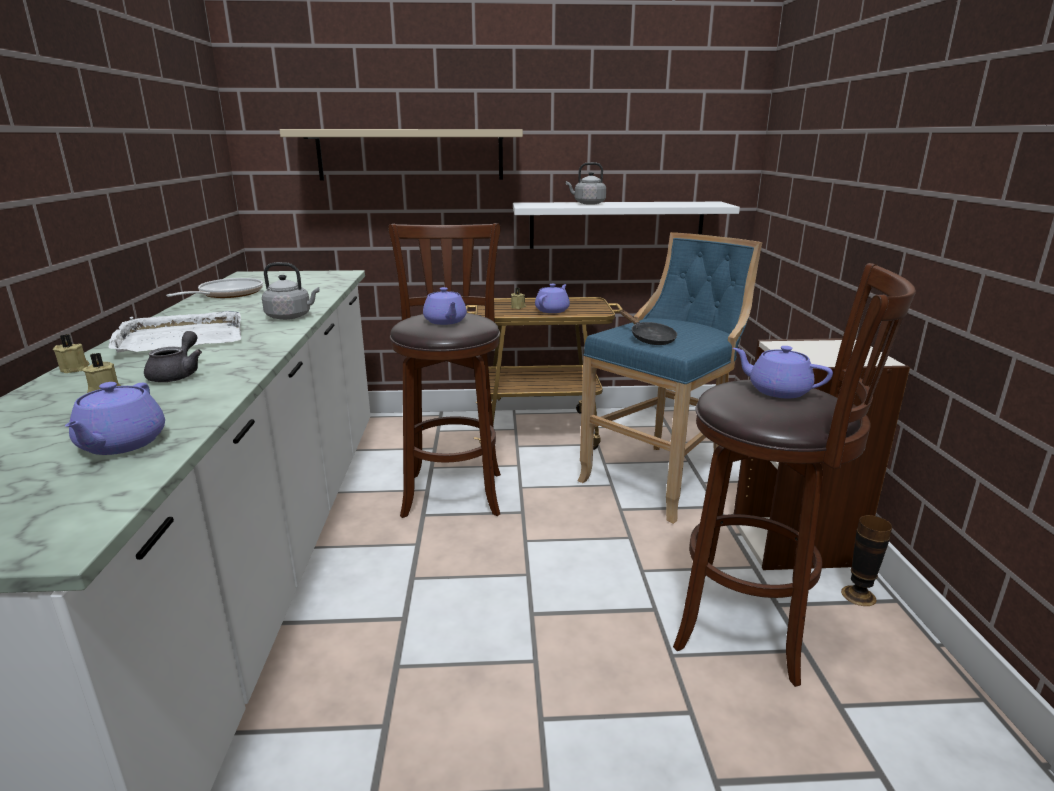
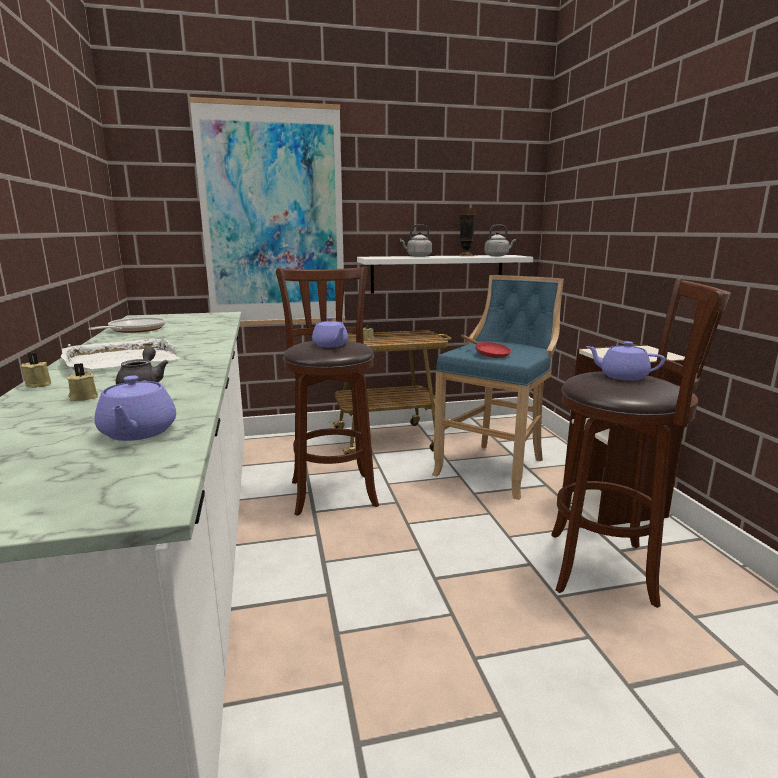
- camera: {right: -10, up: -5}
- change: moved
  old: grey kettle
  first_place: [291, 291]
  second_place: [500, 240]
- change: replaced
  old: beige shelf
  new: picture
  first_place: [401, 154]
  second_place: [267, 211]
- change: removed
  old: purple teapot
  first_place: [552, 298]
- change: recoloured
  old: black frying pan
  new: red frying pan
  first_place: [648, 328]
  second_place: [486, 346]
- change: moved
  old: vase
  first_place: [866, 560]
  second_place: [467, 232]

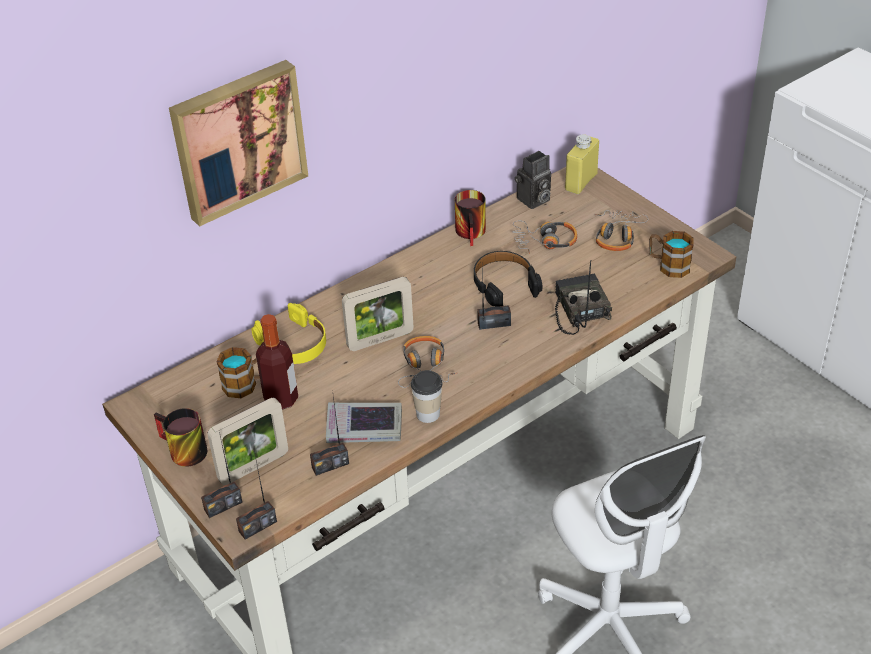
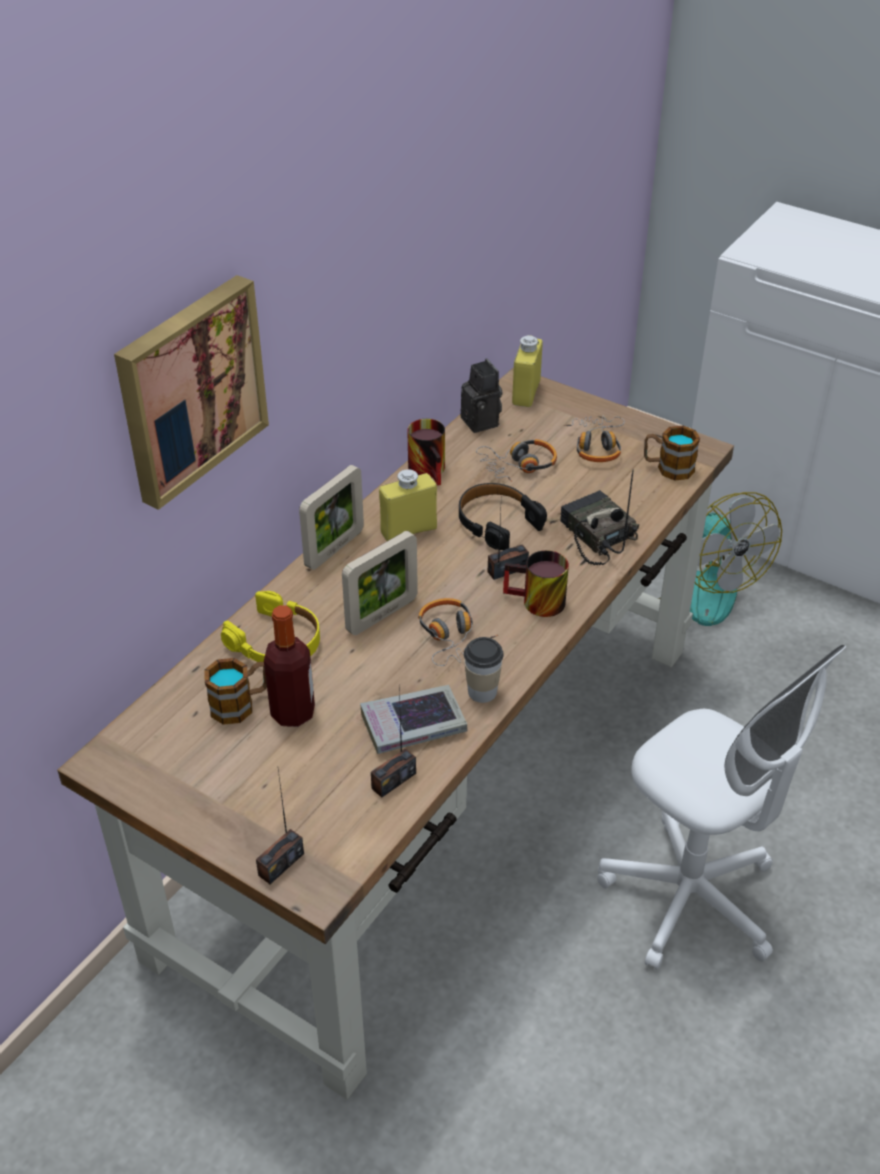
- camera: {right: -20, up: 0}
- change: moved
  old: mug
  first_place: [180, 437]
  second_place: [536, 583]
- change: moved
  old: picture frame
  first_place: [247, 441]
  second_place: [331, 517]
- change: removed
  old: radio
  first_place: [256, 495]
- change: turned
  old: photo camera
  first_place: [533, 180]
  second_place: [481, 395]
  degrees: -60
- change: added
  new: yellow bottle
  second_place: [408, 505]
- change: added
  new: fan
  second_place: [720, 559]

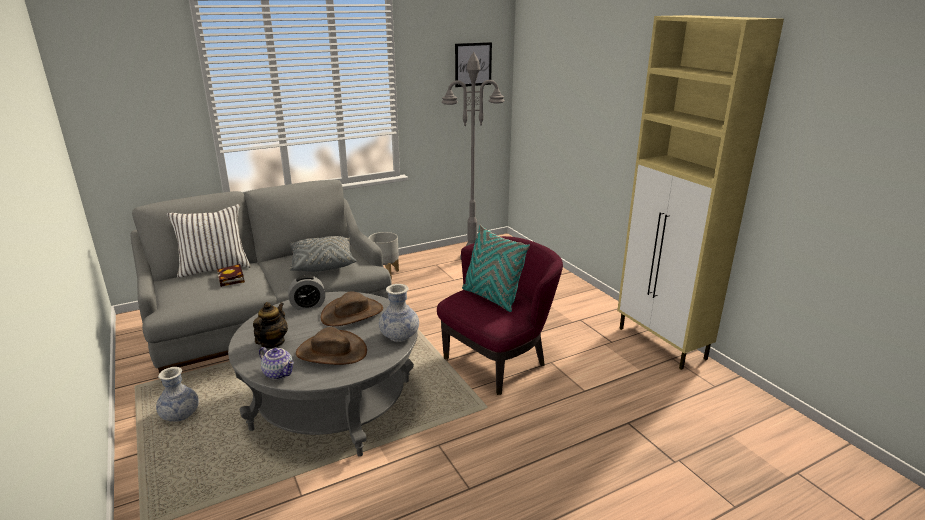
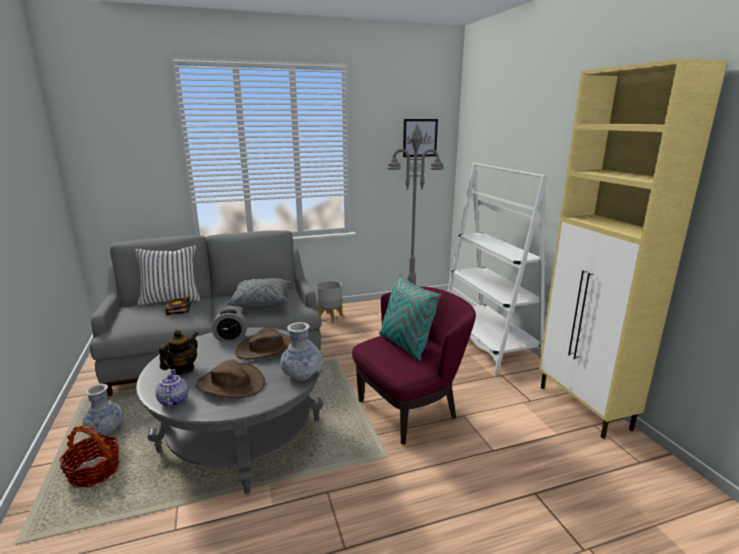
- camera: {right: 10, up: -5}
- change: turned
  old: teapot
  first_place: [276, 363]
  second_place: [171, 388]
  degrees: -150
- change: added
  new: basket
  second_place: [89, 456]
- change: added
  new: white bookcase
  second_place: [497, 268]

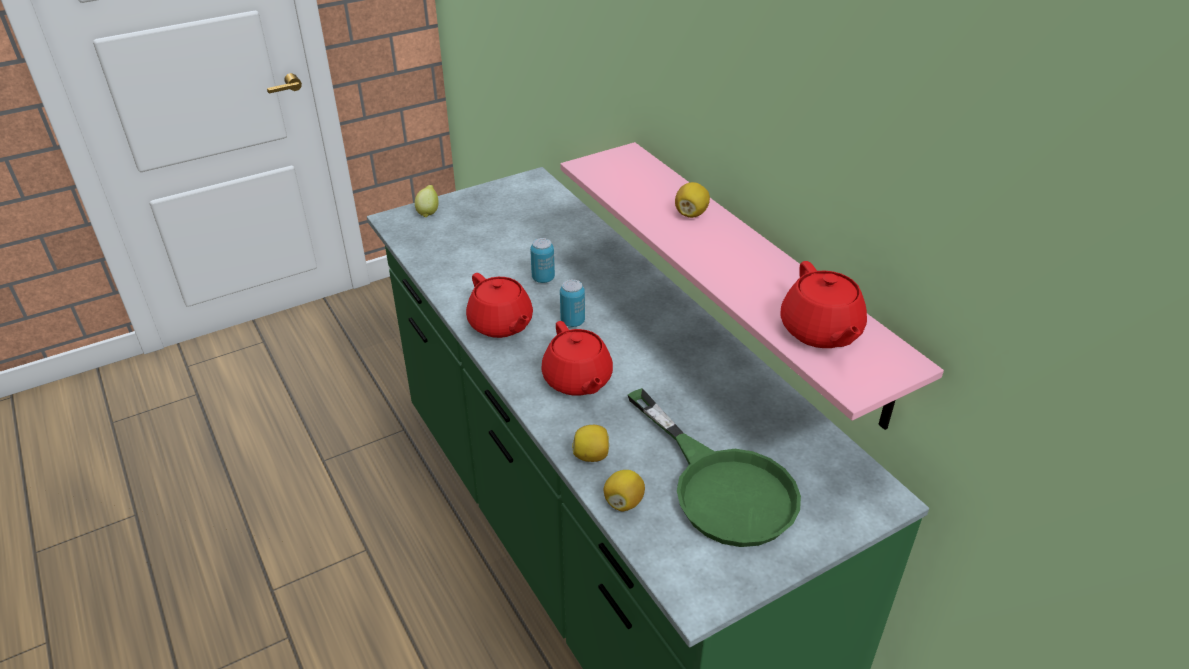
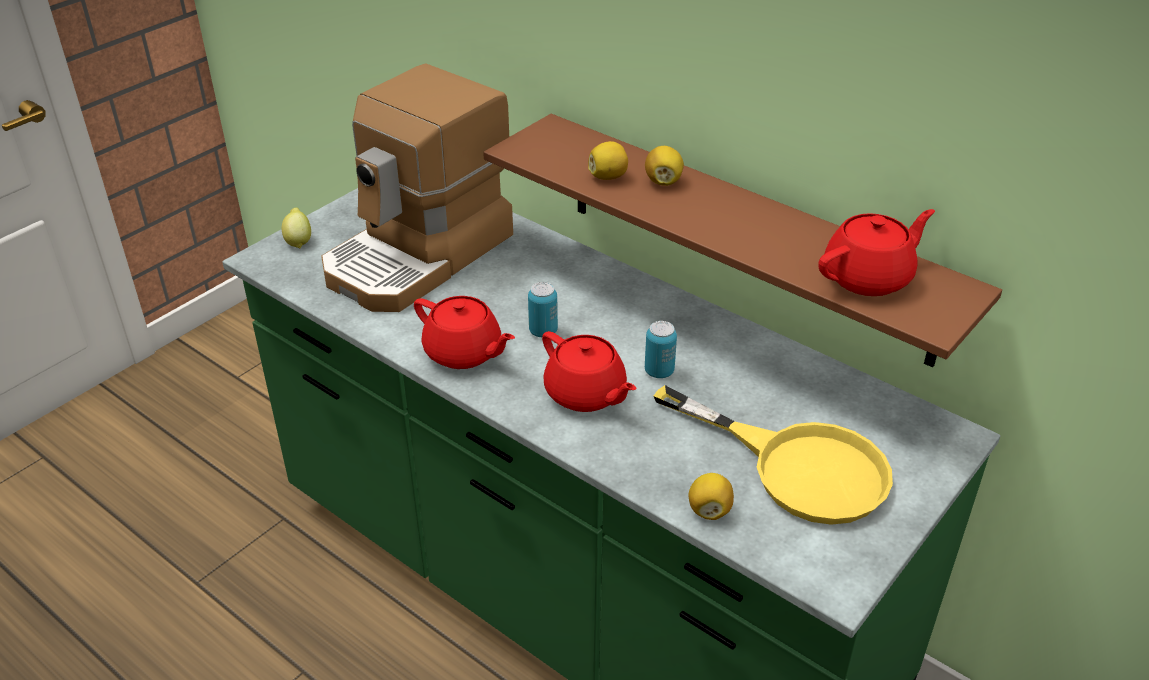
- camera: {right: -20, up: 0}
- change: moved
  old: can
  first_place: [542, 260]
  second_place: [661, 349]
- change: recoloured
  old: pink shelf
  new: brown shelf
  first_place: [752, 286]
  second_place: [742, 240]
- change: moved
  old: lemon
  first_place: [590, 443]
  second_place: [608, 160]
- change: recoloured
  old: green frying pan
  new: yellow frying pan
  first_place: [714, 467]
  second_place: [773, 455]
- change: turned
  old: red teapot
  first_place: [823, 304]
  second_place: [876, 252]
  degrees: -90
- change: added
  new: coffee machine
  second_place: [417, 188]

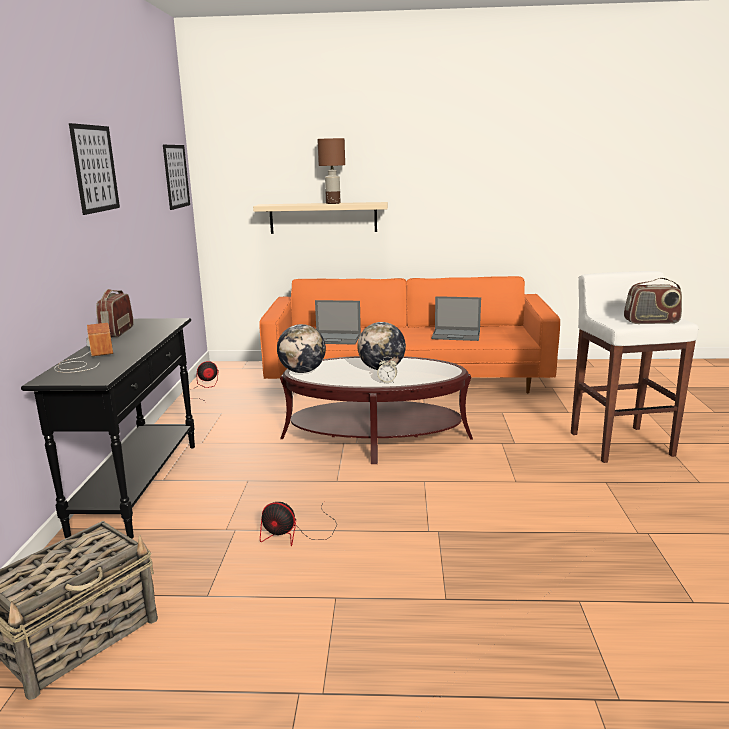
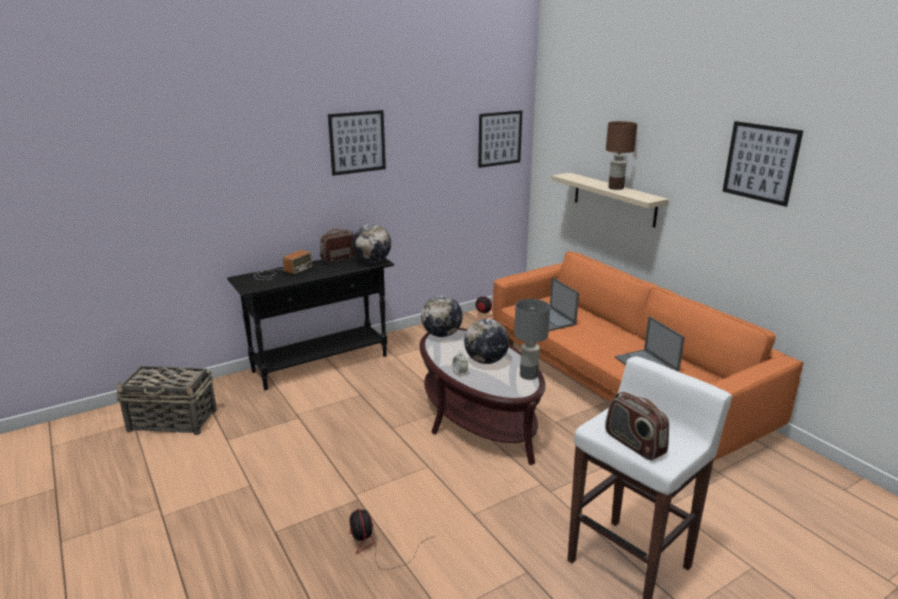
- camera: {right: 55, up: 5}
- change: moved
  old: fan
  first_place: [298, 524]
  second_place: [392, 539]
- change: added
  new: globe
  second_place: [372, 243]
- change: added
  new: grey table lamp
  second_place: [532, 339]
- change: added
  new: picture
  second_place: [762, 164]

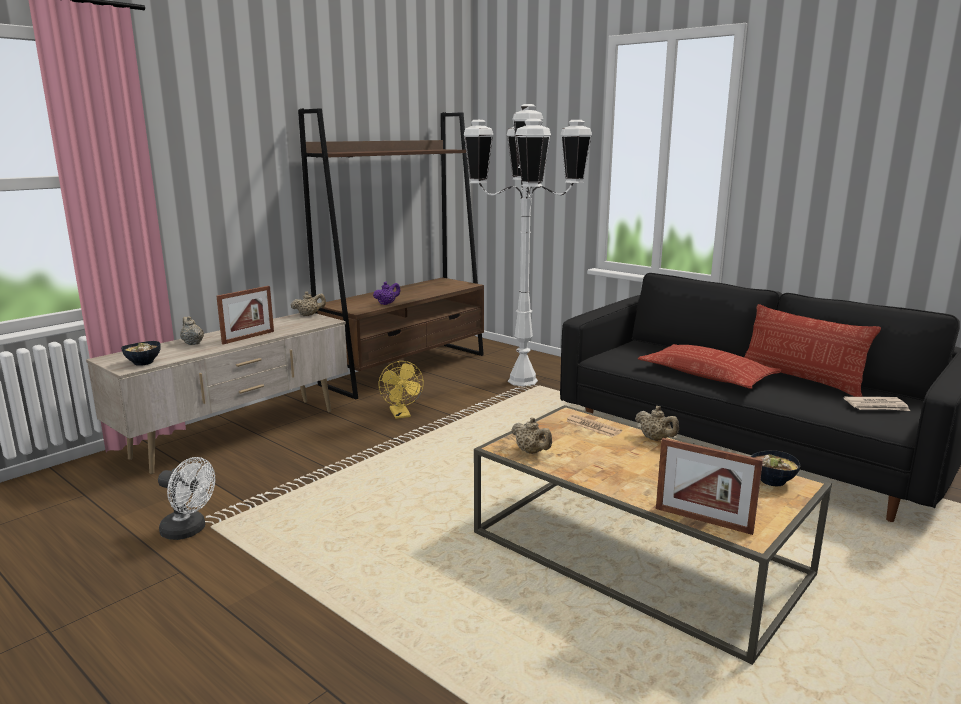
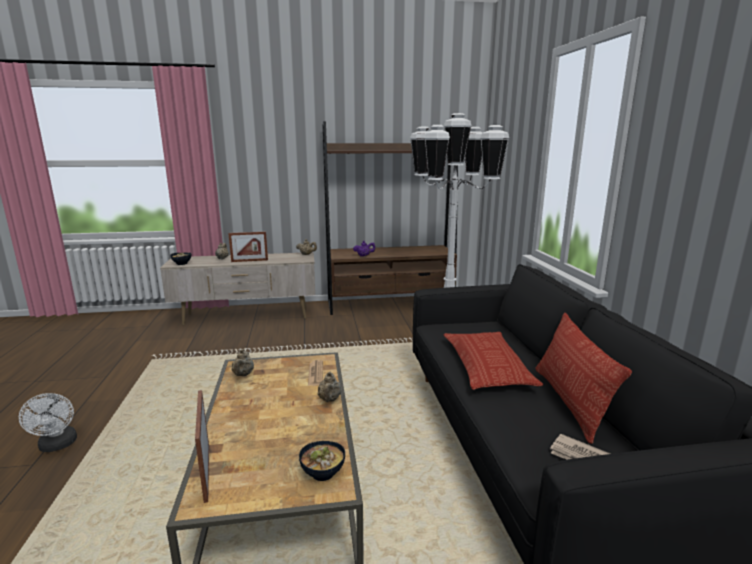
- camera: {right: 40, up: 0}
- change: moved
  old: white fan
  first_place: [186, 498]
  second_place: [48, 422]
- change: removed
  old: yellow fan
  first_place: [401, 390]

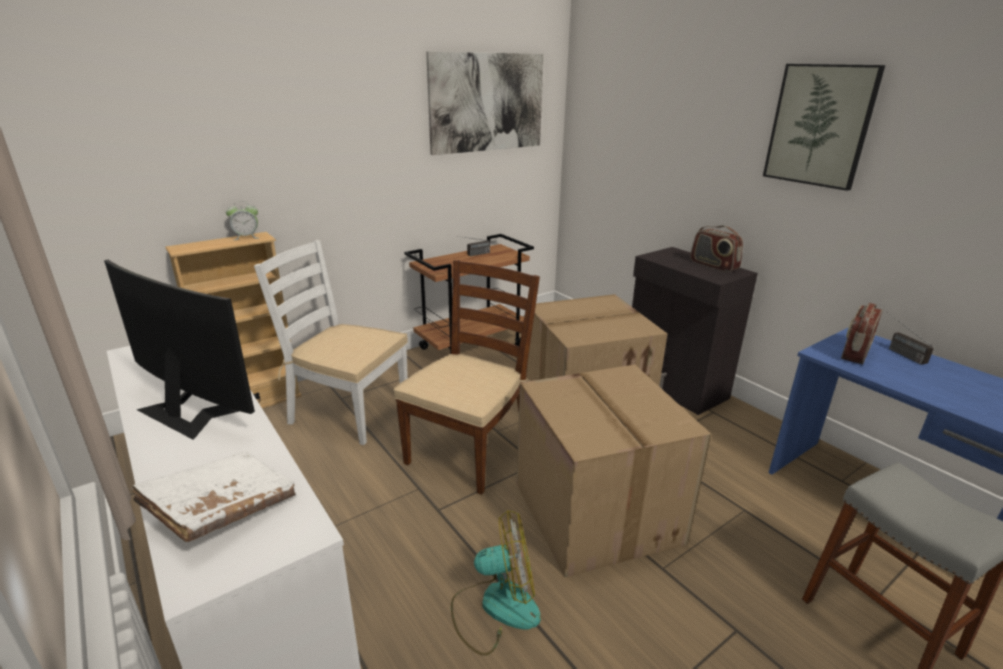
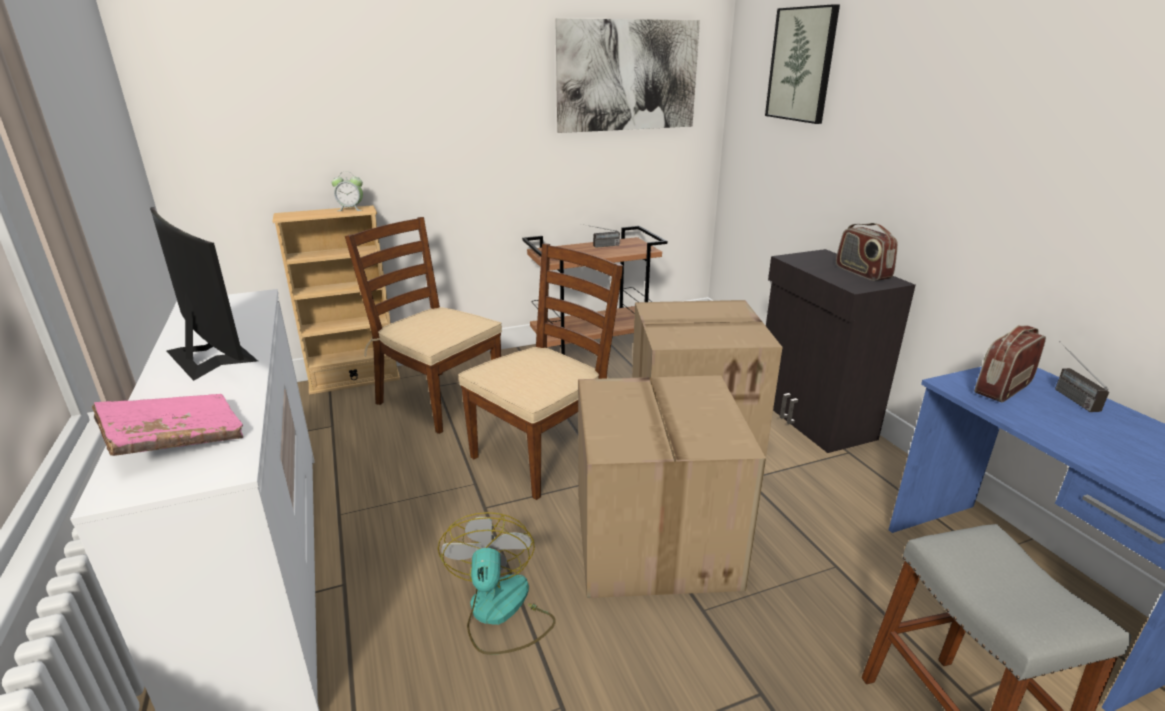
- camera: {right: 15, up: 0}
- change: recoloured
  old: white book
  new: pink book
  first_place: [213, 496]
  second_place: [167, 425]
- change: recoloured
  old: white chair
  new: brown chair
  first_place: [331, 342]
  second_place: [423, 325]
- change: turned
  old: fan
  first_place: [496, 583]
  second_place: [497, 583]
  degrees: -105
- change: moved
  old: picture
  first_place: [824, 127]
  second_place: [802, 64]

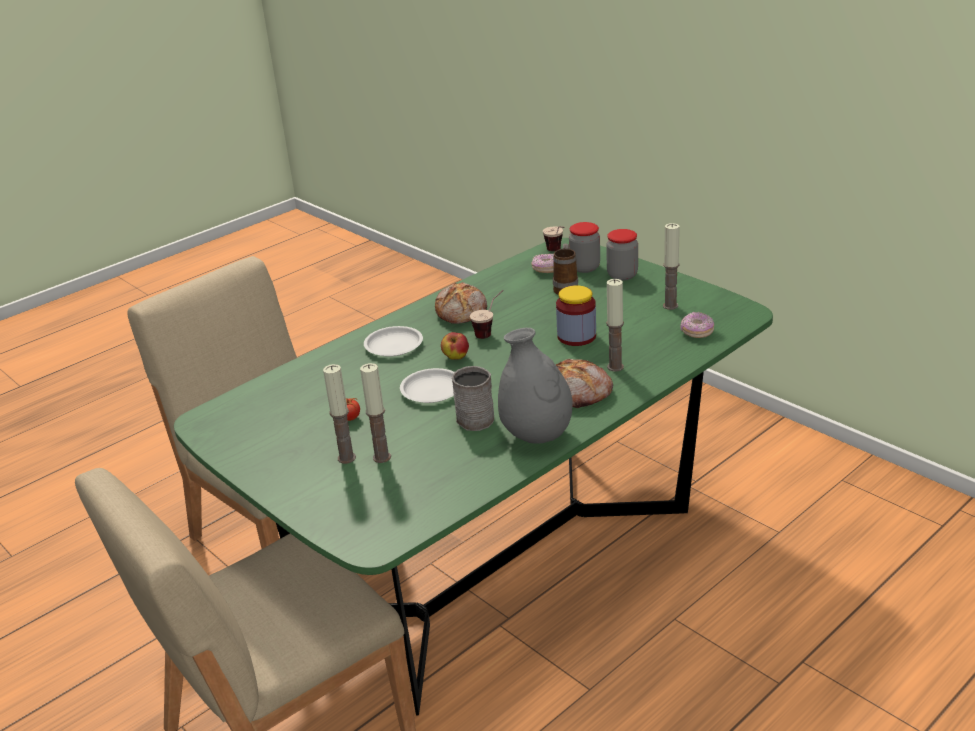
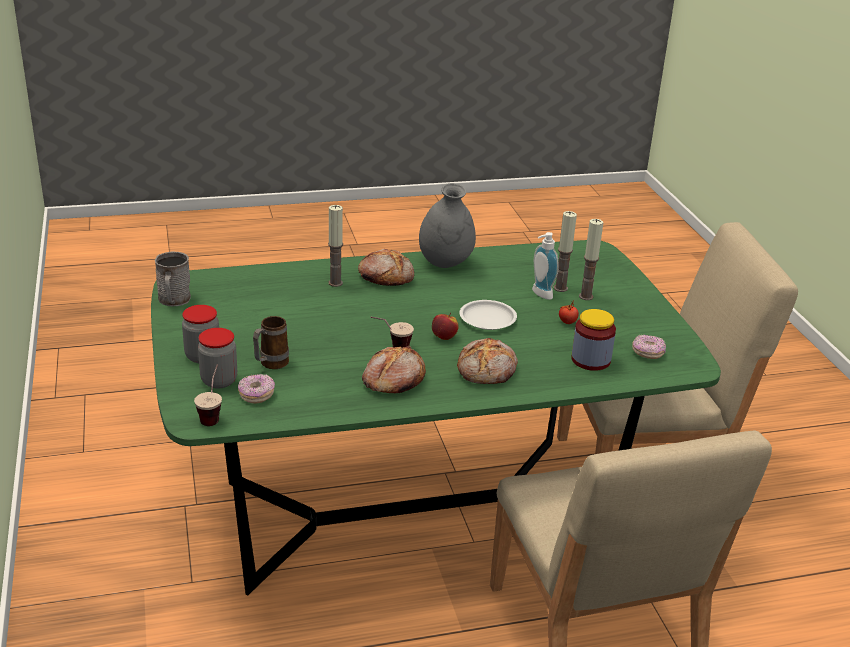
- camera: {right: -155, up: 0}
- change: replaced
  old: white plate
  new: bread
  first_place: [393, 341]
  second_place: [487, 361]
- change: moved
  old: grey mug
  first_place: [473, 398]
  second_place: [173, 279]
- change: moved
  old: jar
  first_place: [576, 315]
  second_place: [593, 340]
- change: removed
  old: candle
  first_place: [671, 266]
- change: moved
  old: donut
  first_place: [697, 325]
  second_place: [649, 347]
- change: added
  new: soap dispenser
  second_place: [545, 266]

